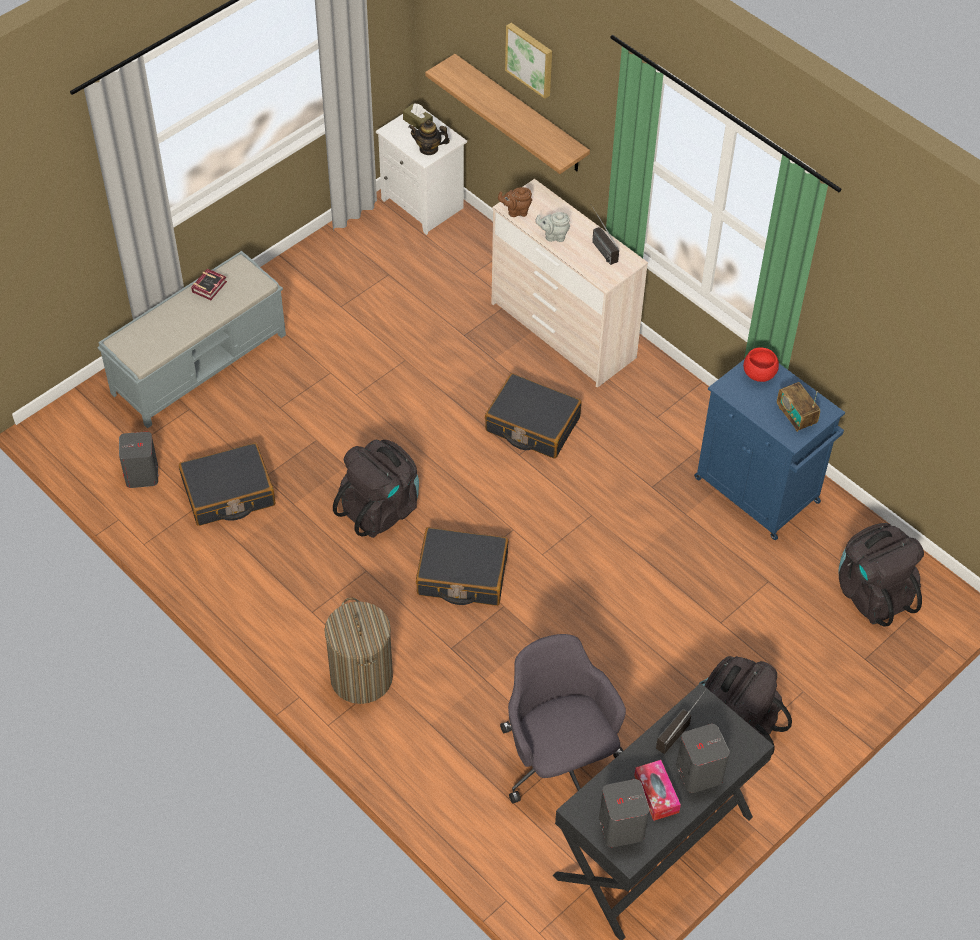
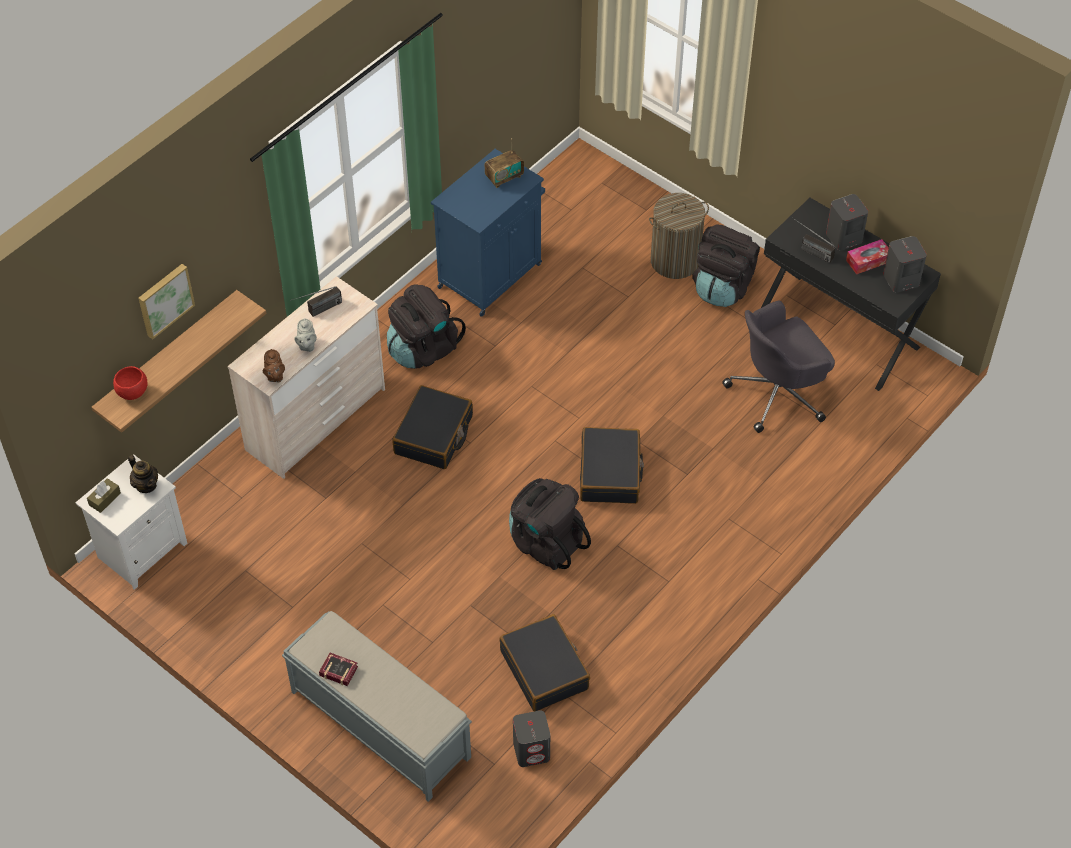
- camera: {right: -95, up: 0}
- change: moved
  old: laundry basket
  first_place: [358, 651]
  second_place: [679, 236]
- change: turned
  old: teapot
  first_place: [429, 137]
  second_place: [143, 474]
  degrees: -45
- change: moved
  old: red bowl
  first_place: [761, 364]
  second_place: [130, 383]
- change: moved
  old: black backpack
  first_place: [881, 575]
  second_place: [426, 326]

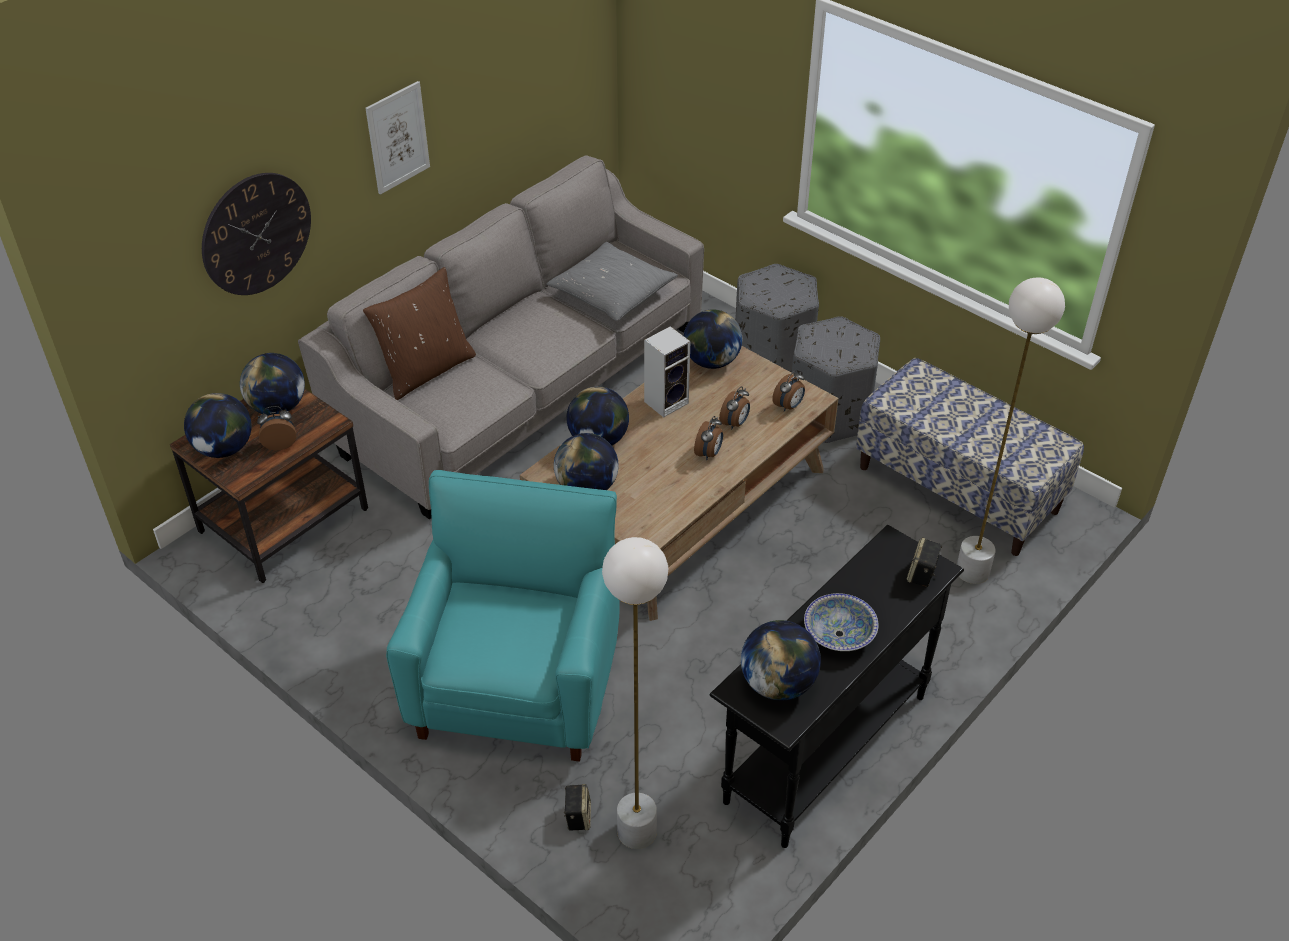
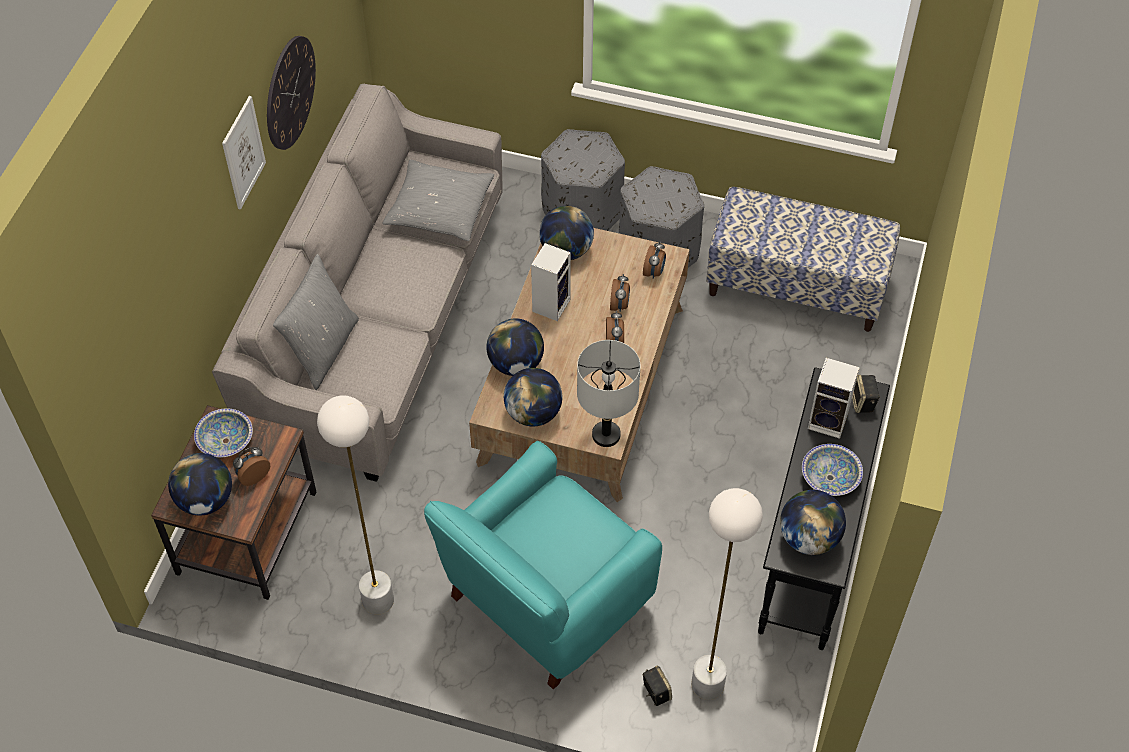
- camera: {right: -25, up: 10}
- change: moved
  old: wall clock
  first_place: [256, 234]
  second_place: [291, 93]
- change: replaced
  old: globe
  new: bowl
  first_place: [272, 384]
  second_place: [223, 433]
- change: recoloured
  old: brown pillow
  new: grey pillow
  first_place: [419, 333]
  second_place: [316, 322]
- change: turned
  old: turquoise armchair
  first_place: [502, 616]
  second_place: [543, 565]
  degrees: -120
- change: moved
  old: white floor lamp
  first_place: [1011, 430]
  second_place: [355, 505]
- change: added
  new: grey table lamp
  second_place: [609, 393]
- change: added
  new: speaker
  second_place: [834, 398]

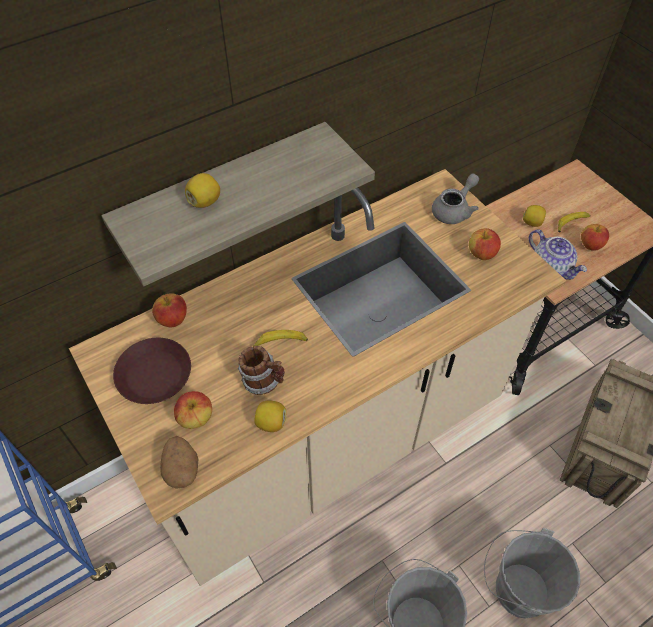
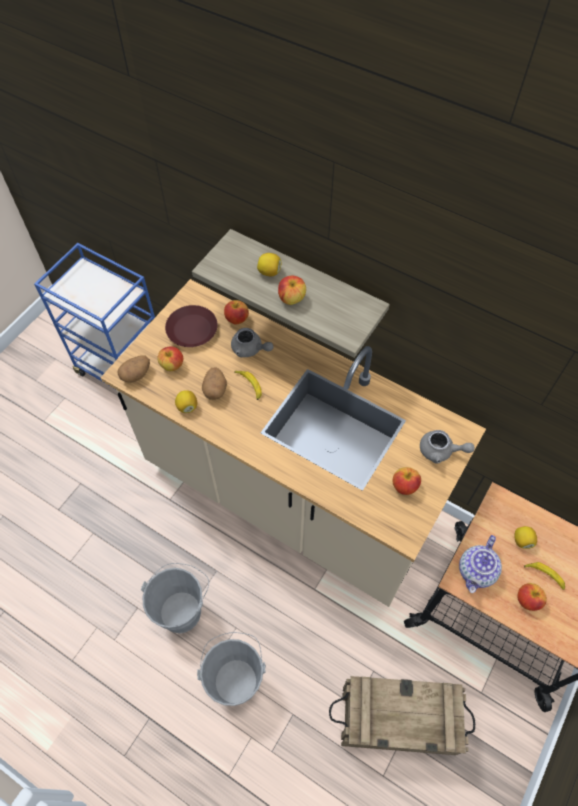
- camera: {right: 65, up: 5}
- change: replaced
  old: mug
  new: potato
  first_place: [261, 370]
  second_place: [214, 383]
- change: added
  new: grey teapot
  second_place: [252, 343]
- change: added
  new: apple
  second_place: [292, 290]

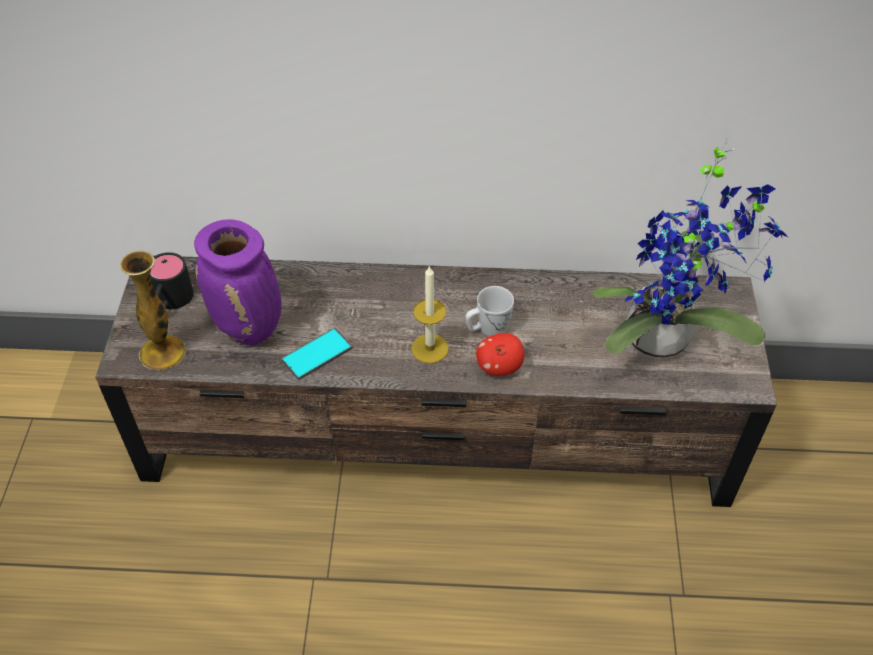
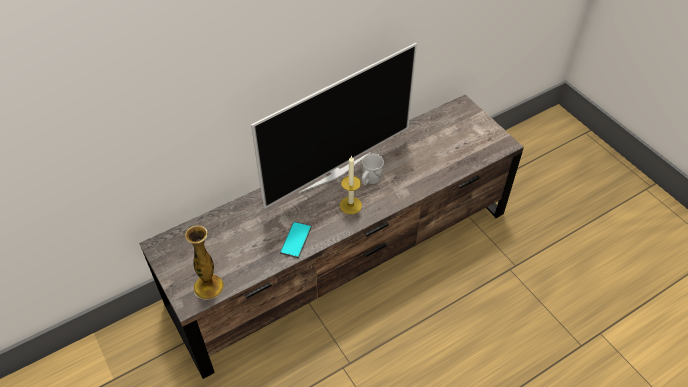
- camera: {right: -35, up: 0}
- change: removed
  old: black mug
  first_place: [172, 280]
- change: removed
  old: purple vase
  first_place: [238, 282]
- change: removed
  old: apple
  first_place: [500, 354]
- change: removed
  old: potted plant
  first_place: [691, 249]
- change: added
  new: television
  second_place: [334, 126]

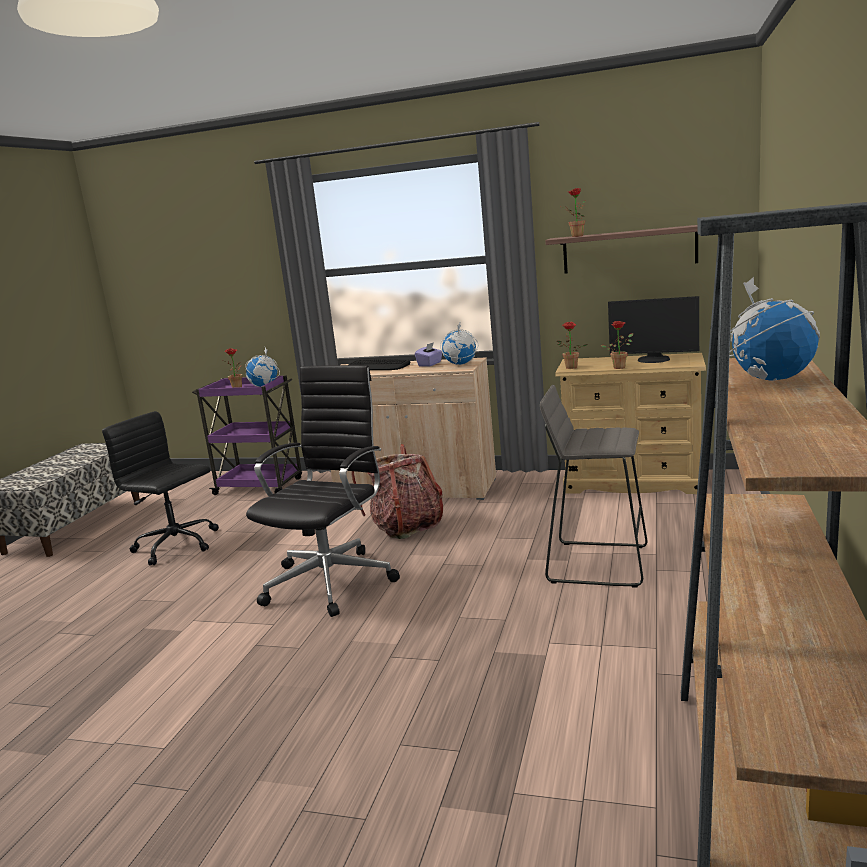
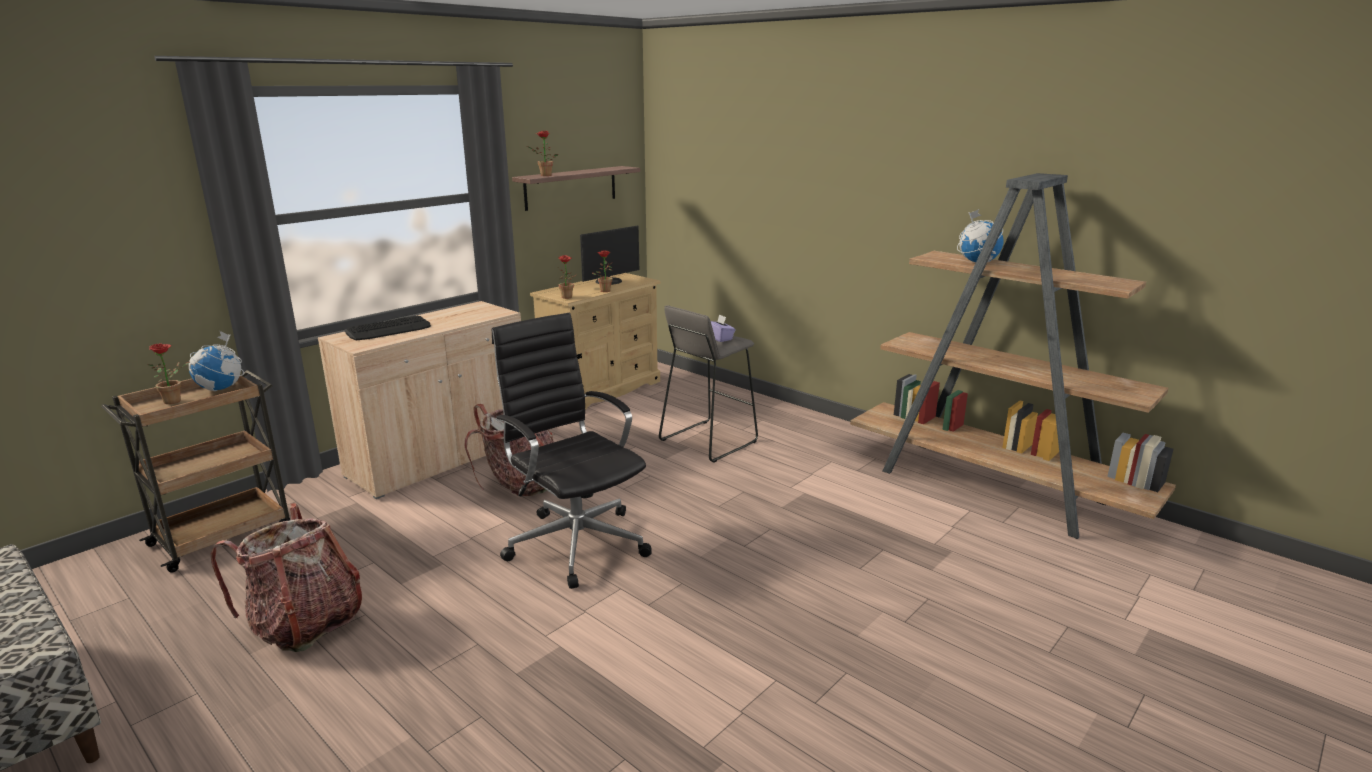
- camera: {right: -65, up: 5}
- change: replaced
  old: black office chair
  new: backpack
  first_place: [160, 488]
  second_place: [286, 577]
- change: recoloured
  old: purple cart
  new: brown cart
  first_place: [247, 435]
  second_place: [195, 471]
- change: moved
  old: purple tissue box
  first_place: [429, 354]
  second_place: [723, 328]
- change: removed
  old: globe
  first_place: [459, 343]

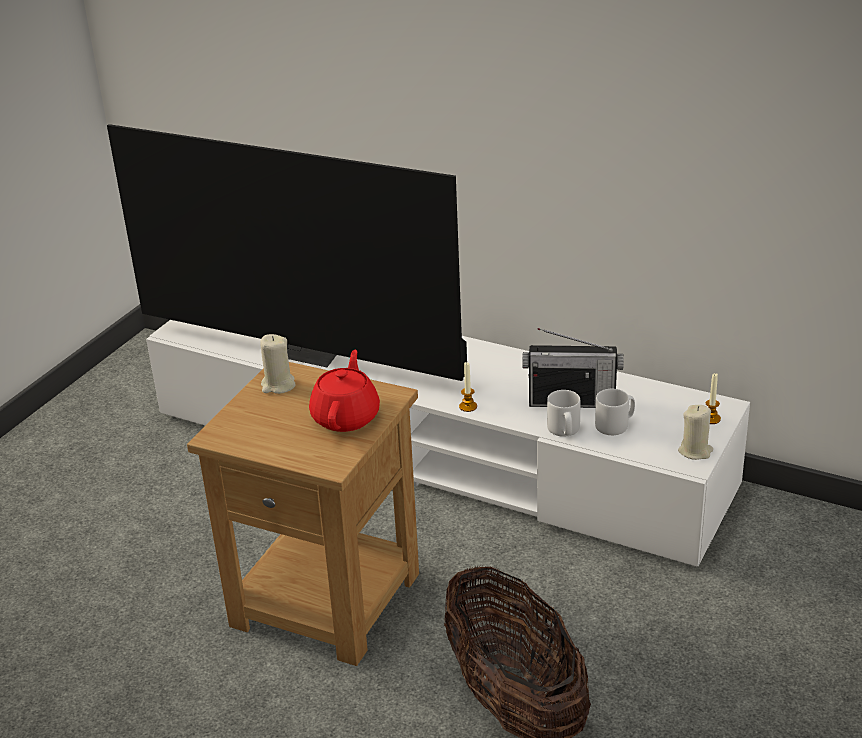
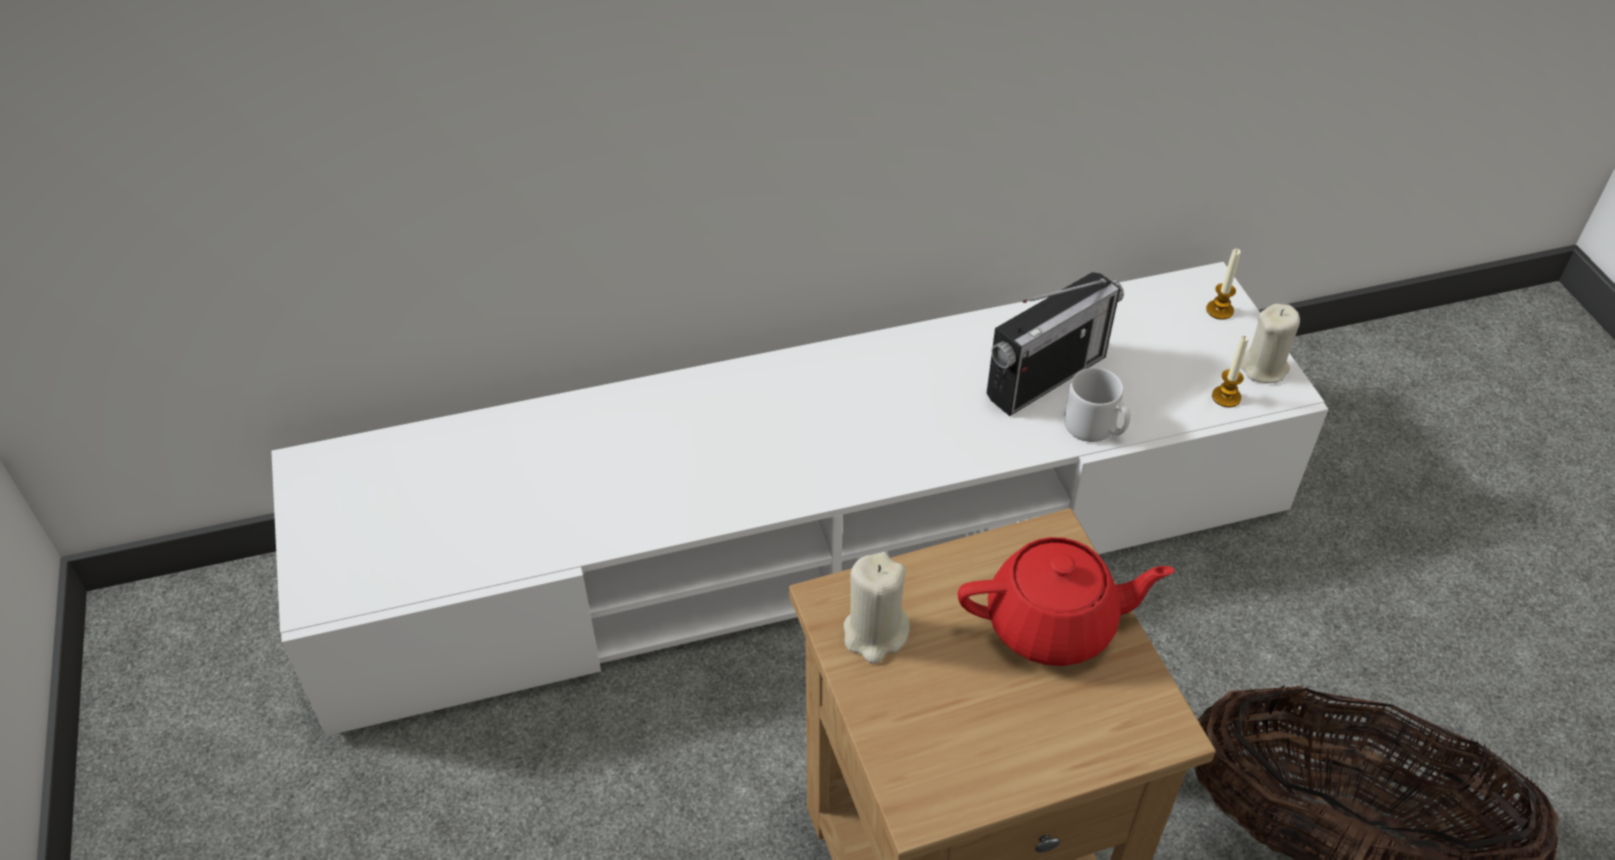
- camera: {right: -45, up: 15}
- change: removed
  old: television
  first_place: [287, 252]
- change: turned
  old: red teapot
  first_place: [344, 391]
  second_place: [1066, 601]
  degrees: 120
- change: moved
  old: candle
  first_place: [468, 387]
  second_place: [1230, 372]
- change: removed
  old: grey mug
  first_place: [615, 412]

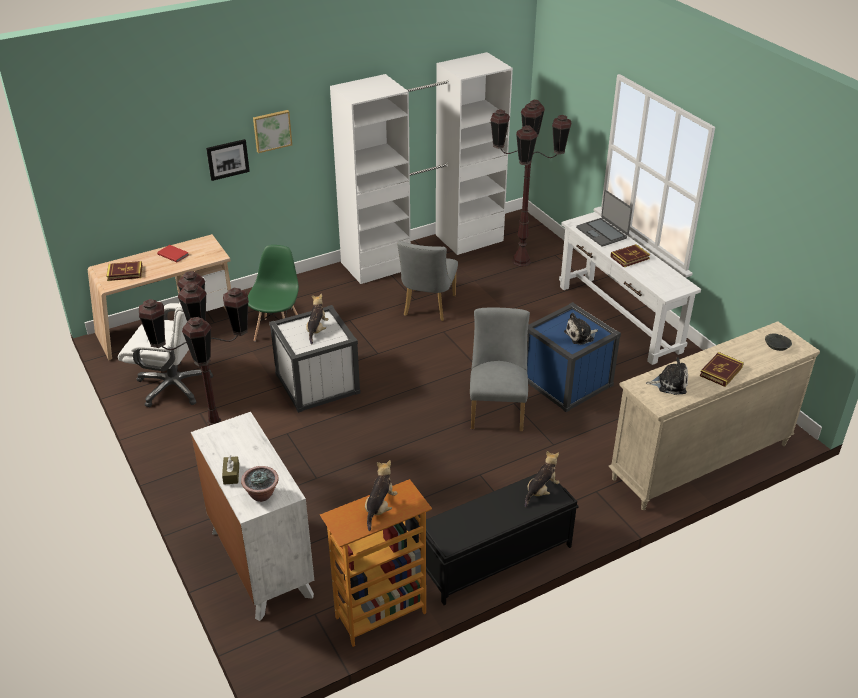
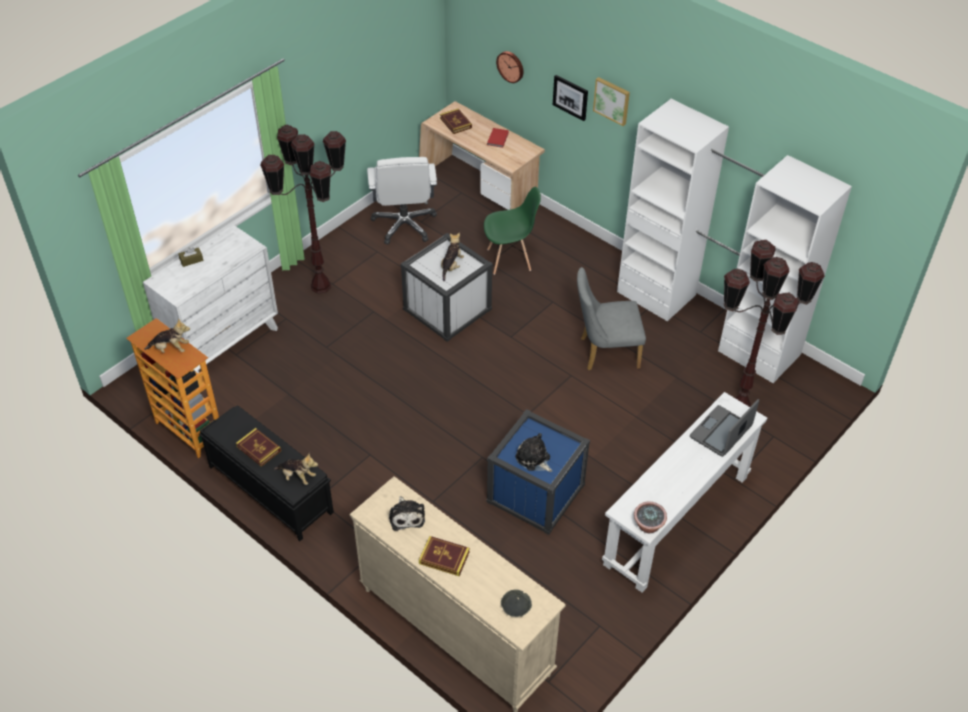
- camera: {right: 70, up: 10}
- change: moved
  old: potted plant
  first_place: [260, 484]
  second_place: [650, 517]
- change: turned
  old: plush toy
  first_place: [317, 319]
  second_place: [452, 257]
  degrees: -60
- change: removed
  old: grey chair
  first_place: [500, 369]
- change: moved
  old: book
  first_place: [630, 255]
  second_place: [258, 447]
- change: added
  new: wall clock
  second_place: [509, 67]

